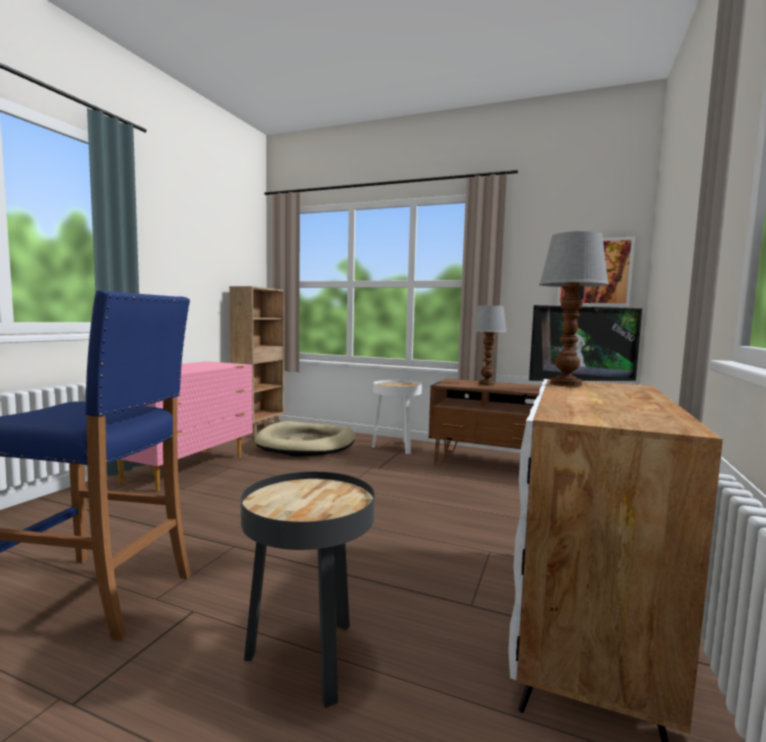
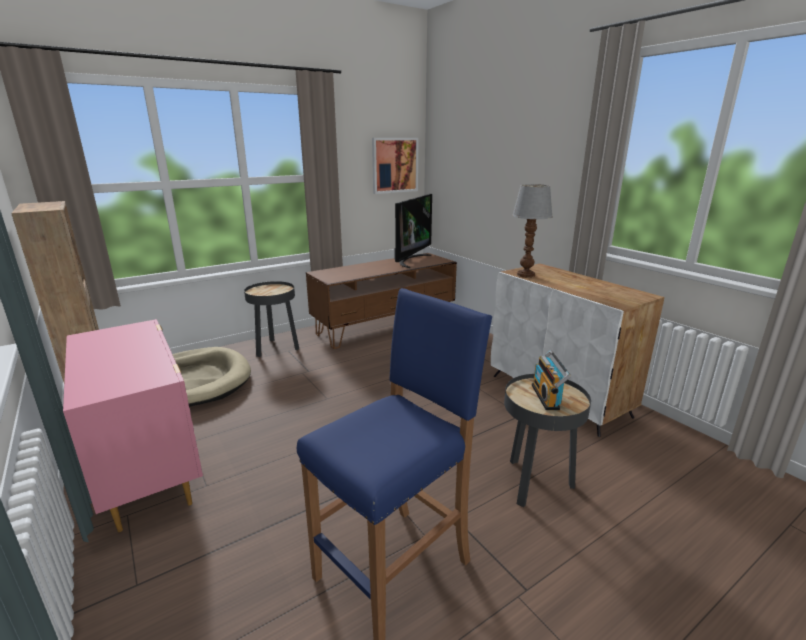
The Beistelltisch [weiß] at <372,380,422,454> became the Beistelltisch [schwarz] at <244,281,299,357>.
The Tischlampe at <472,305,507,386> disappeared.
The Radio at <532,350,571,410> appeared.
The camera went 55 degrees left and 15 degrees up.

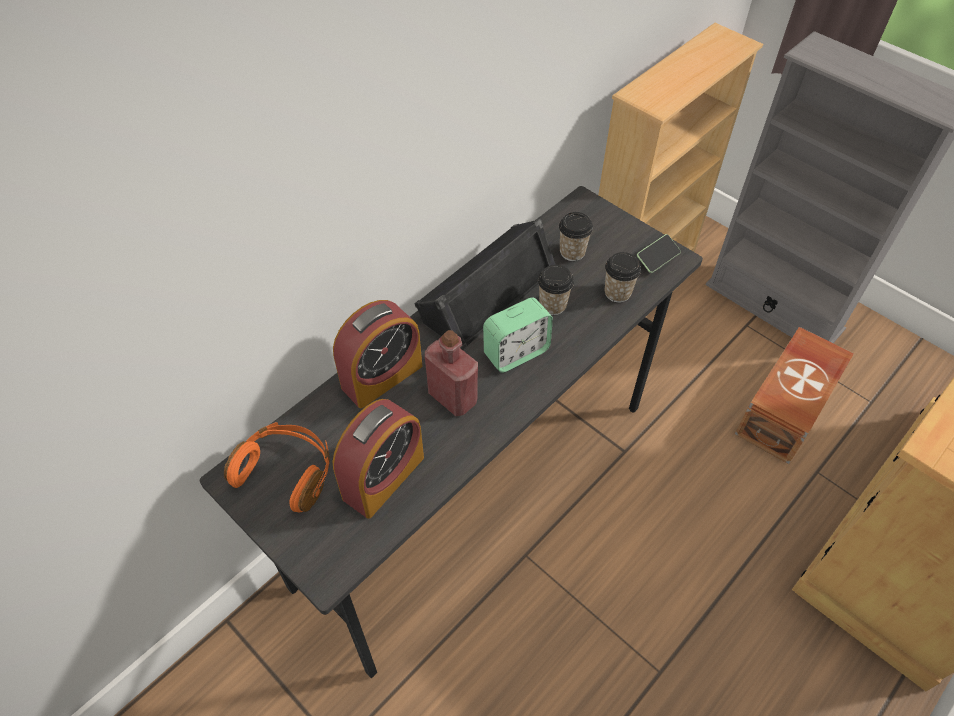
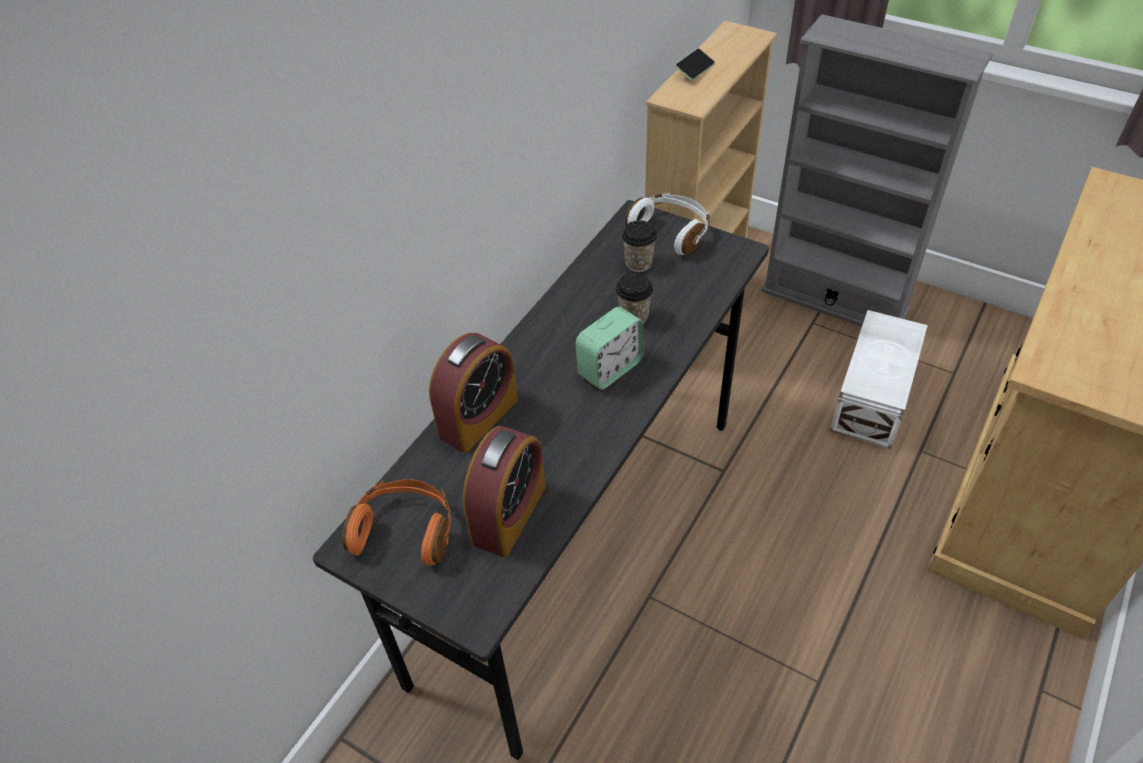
The Lautsprecher [schwarz] at <414,218,556,350> disappeared.
The Flasche [rot] at <425,330,478,416> disappeared.
The Tasse at <605,252,641,303> disappeared.
The Handy moved from <637,234,681,273> to <675,48,715,80>.
The Aufbewahrungsbox [braun] at <735,327,854,464> became the Aufbewahrungsbox [weiß] at <830,310,928,449>.
The Kopfhörer [weiß] at <625,193,709,255> appeared.
The camera went 10 degrees left and 5 degrees down.

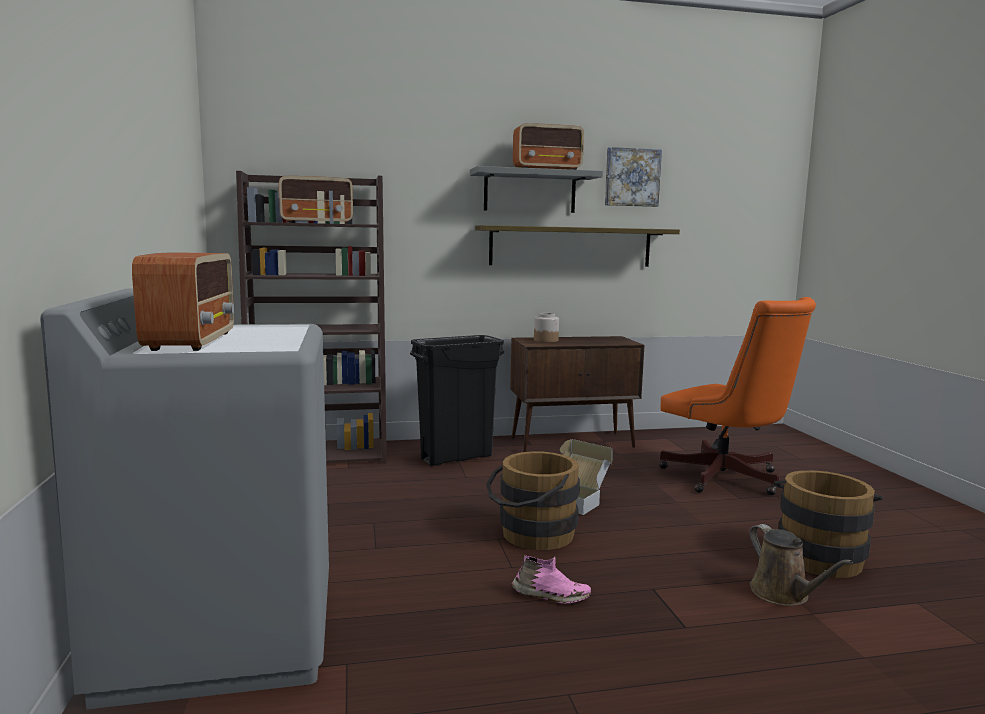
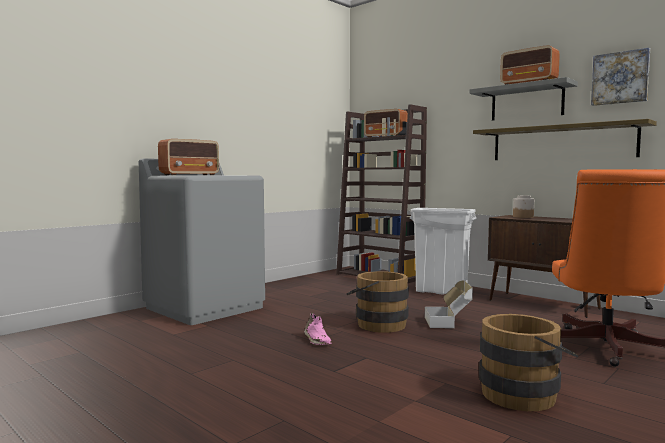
The Mülleimer [schwarz] at <410,335,504,466> became the Mülleimer [weiß] at <410,208,476,295>.
The Gießkanne [braun] at <750,524,853,606> disappeared.
The camera went 55 degrees right and 5 degrees down.

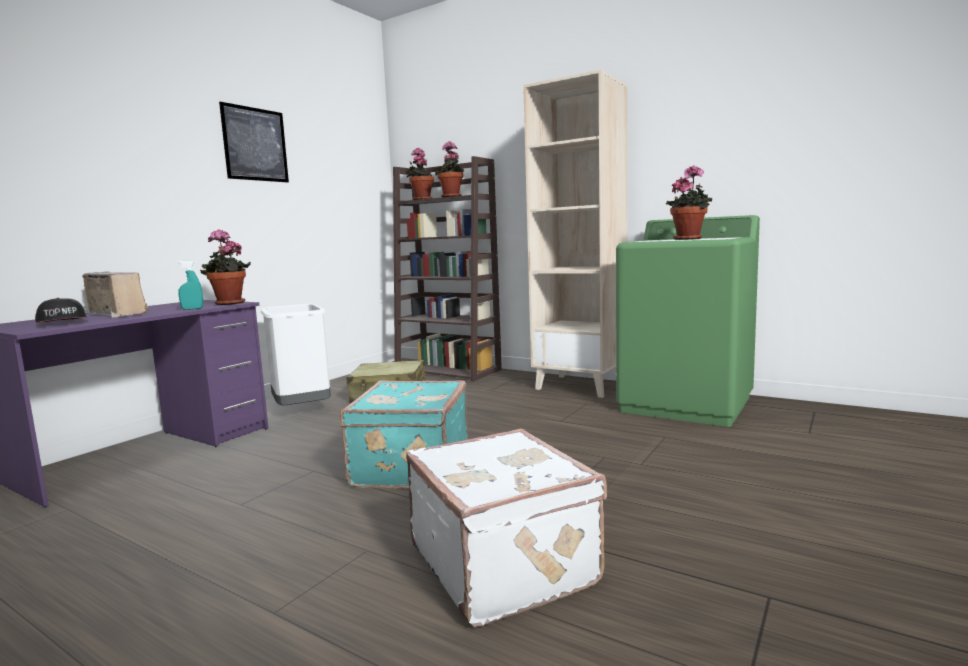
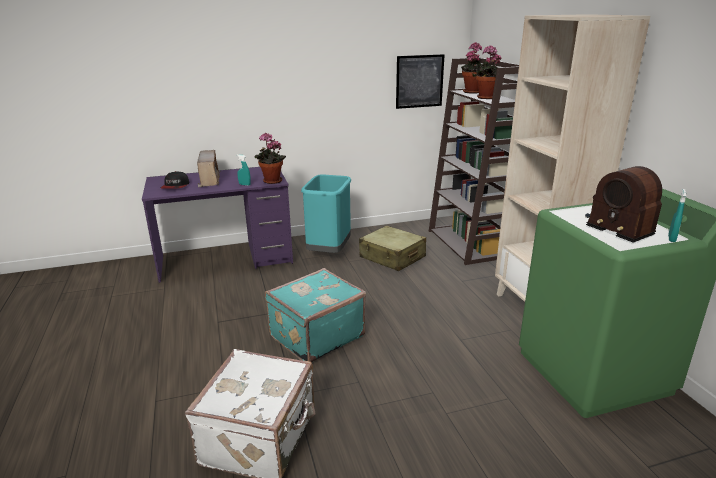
The Bild moved from <219,102,289,182> to <396,54,445,109>.
The Mülleimer [weiß] at <261,304,331,405> became the Mülleimer [türkis] at <301,174,351,253>.
The Topfpflanze at <666,165,712,240> was replaced by the Radio at <585,166,662,243>.
The Sprühflasche [türkis] at <668,189,686,242> appeared.
The camera went 40 degrees right and 15 degrees up.

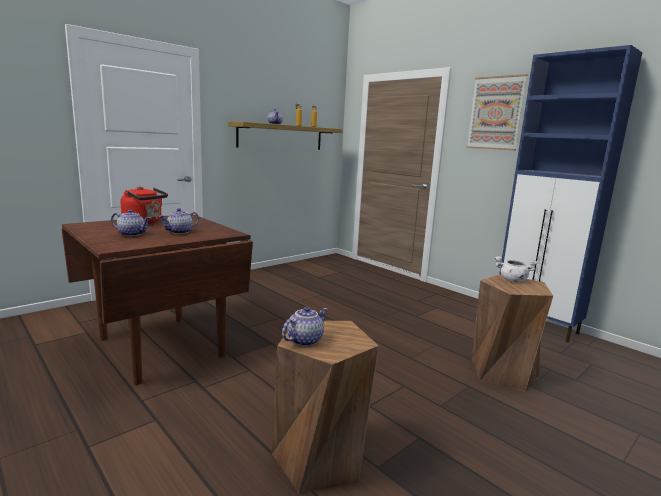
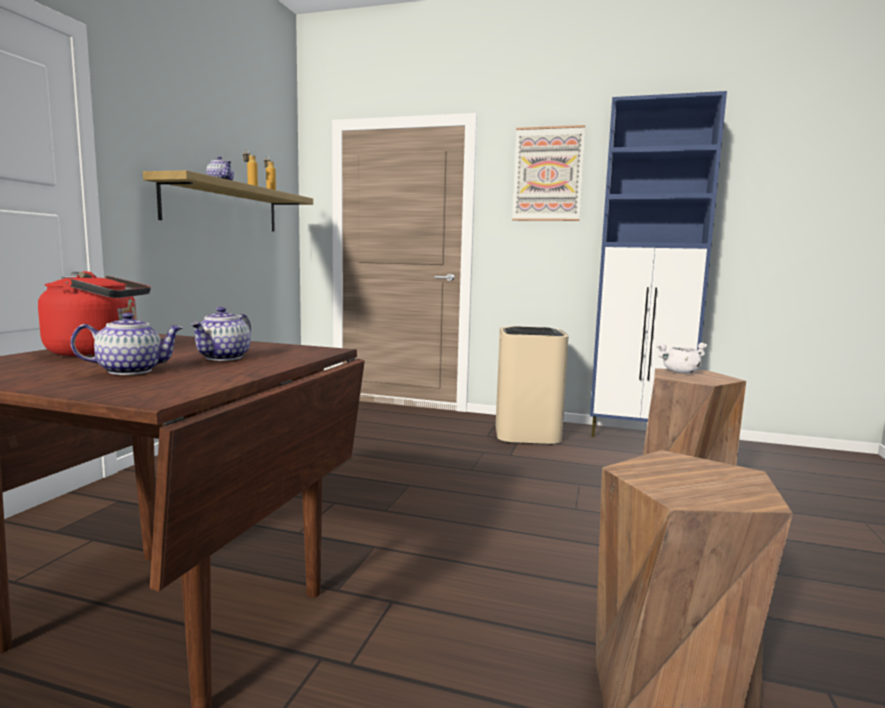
The Teekanne at <282,307,328,346> disappeared.
The Mülleimer [beige] at <496,326,568,445> appeared.
The camera went 30 degrees left and 5 degrees down.

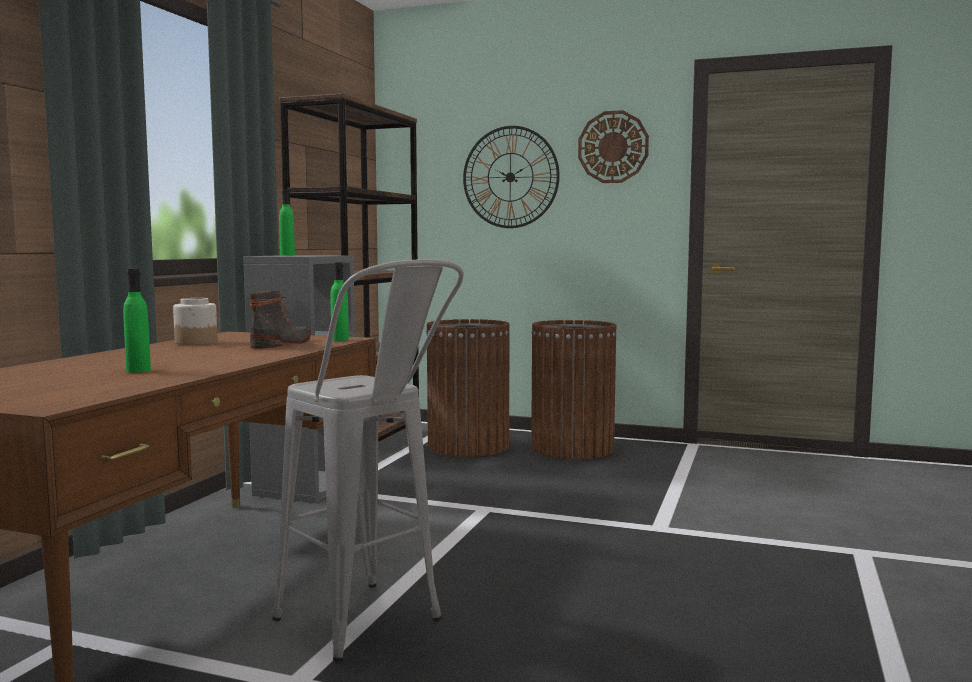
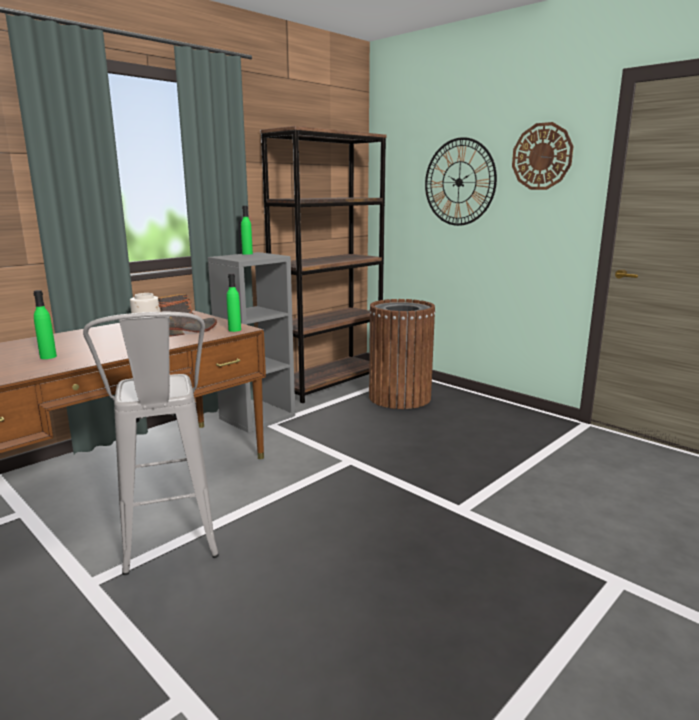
The Mülleimer [braun] at <531,320,617,459> disappeared.
The camera went 25 degrees right and 10 degrees up.

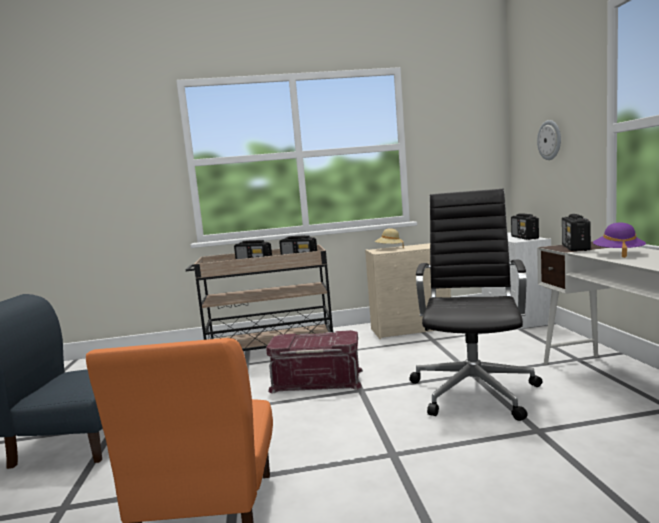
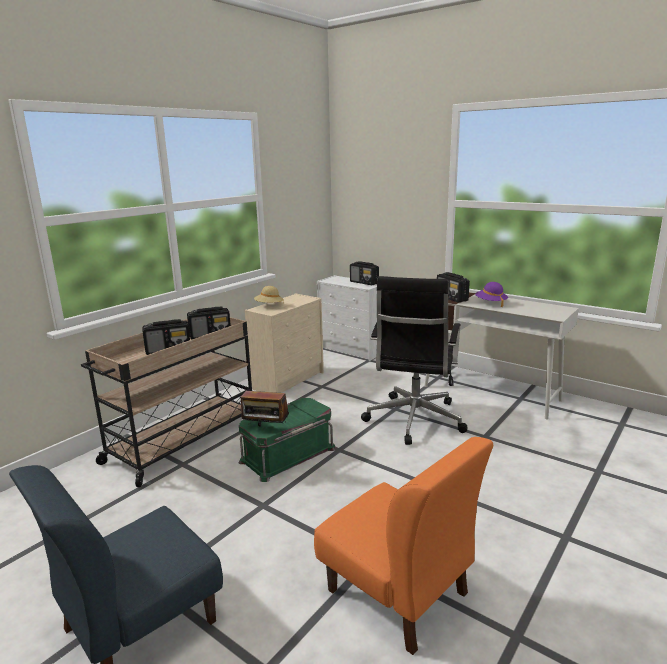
The Aufbewahrungsbox [rot] at <266,330,363,394> became the Aufbewahrungsbox [grün] at <239,398,336,482>.
The Bürostuhl [schwarz] at <409,189,542,421> turned 135 degrees counterclockwise.
The Wanduhr at <537,120,561,160> disappeared.
The Radio at <240,386,289,427> appeared.
The camera went 45 degrees left and 10 degrees up.

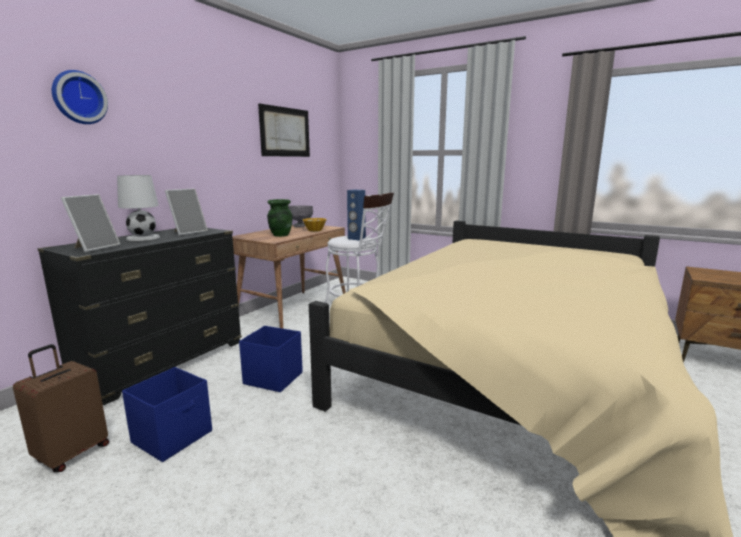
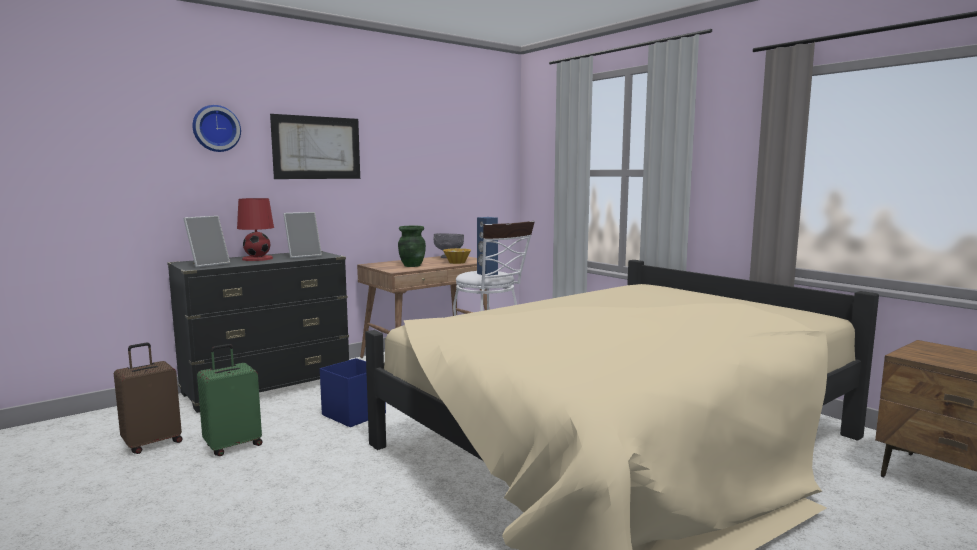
The Tischlampe [weiß] at <117,175,160,241> became the Tischlampe [rot] at <237,198,274,261>.
The Aufbewahrungsbox [blau] at <122,367,212,462> was replaced by the Koffer [grün] at <197,344,263,456>.
The Bild moved from <258,103,310,157> to <270,114,360,179>.
The camera went 20 degrees right and 5 degrees down.

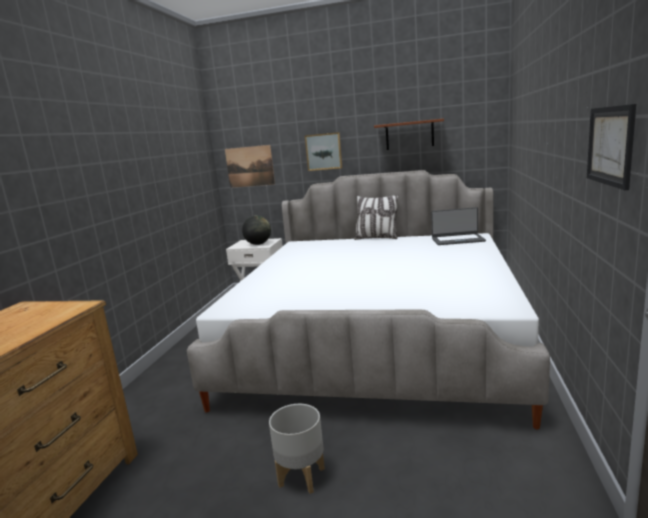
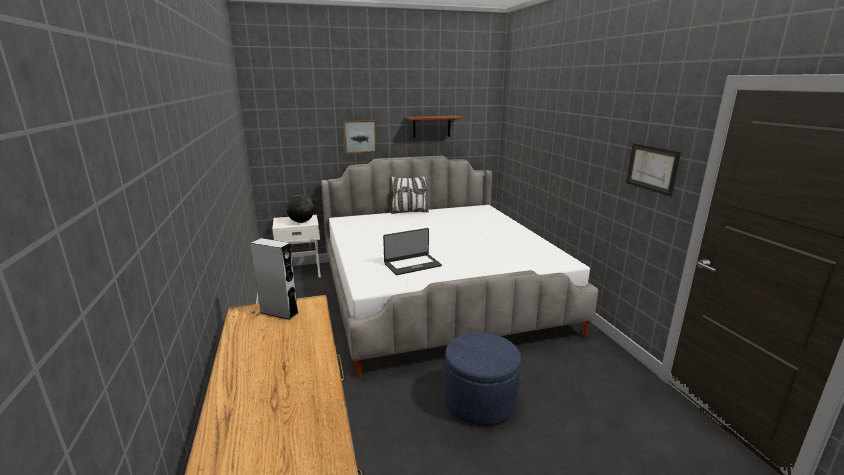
The Bild at <225,145,275,188> disappeared.
The Pflanzkübel [grau] at <269,404,325,494> was replaced by the Polsterhocker [blau] at <444,332,521,426>.
The Laptop moved from <431,207,486,245> to <383,228,442,275>.
The Lautsprecher [grau] at <251,238,298,320> appeared.
The camera went 30 degrees left and 5 degrees up.

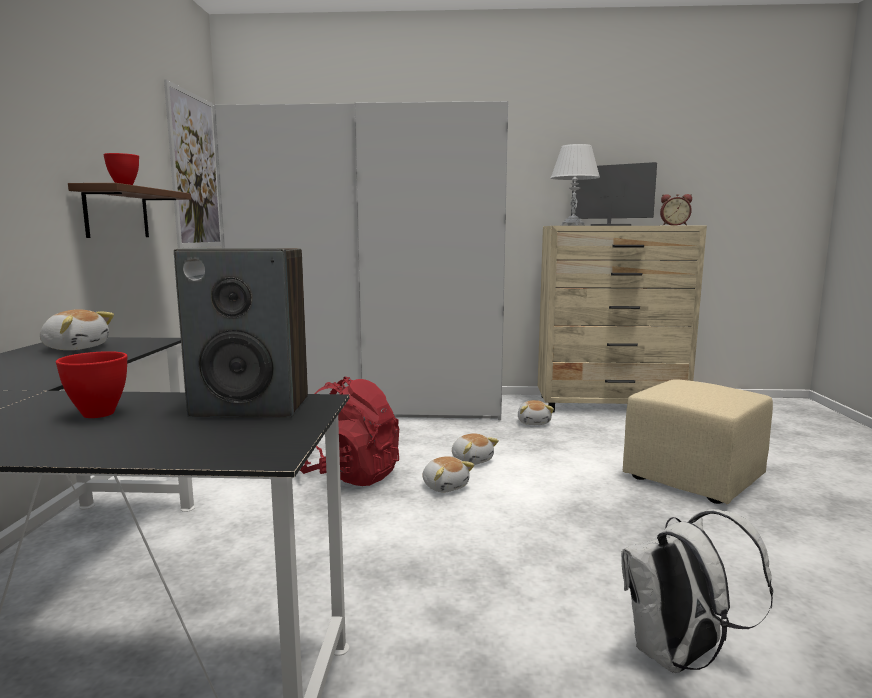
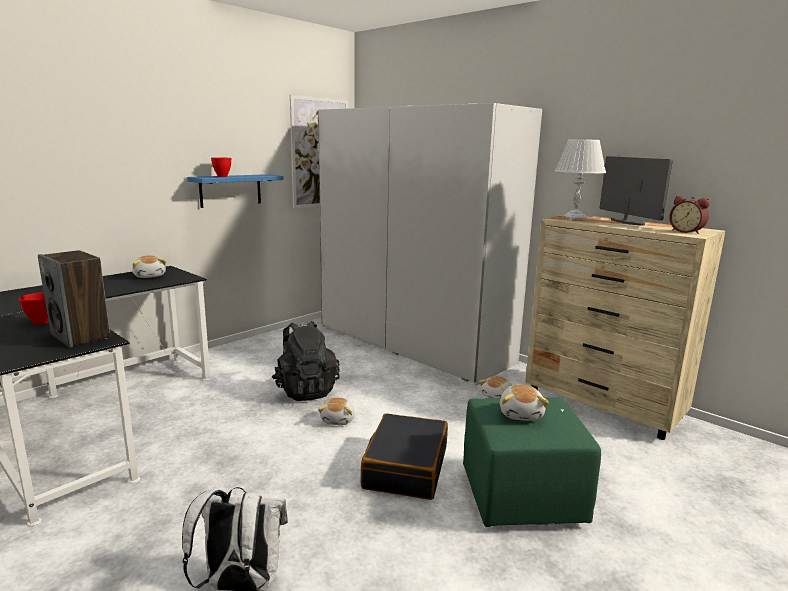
The Wandregal [braun] at <68,183,191,238> became the Wandregal [blau] at <187,174,284,208>.
The Rucksack [rot] at <300,377,399,486> became the Rucksack [schwarz] at <272,321,340,401>.
The Plüschtier moved from <452,433,499,465> to <500,385,549,421>.
The Polsterhocker [beige] at <623,379,773,504> became the Polsterhocker [grün] at <463,397,601,527>.
The Koffer [schwarz] at <361,413,448,500> appeared.
The camera went 40 degrees right and 5 degrees up.

